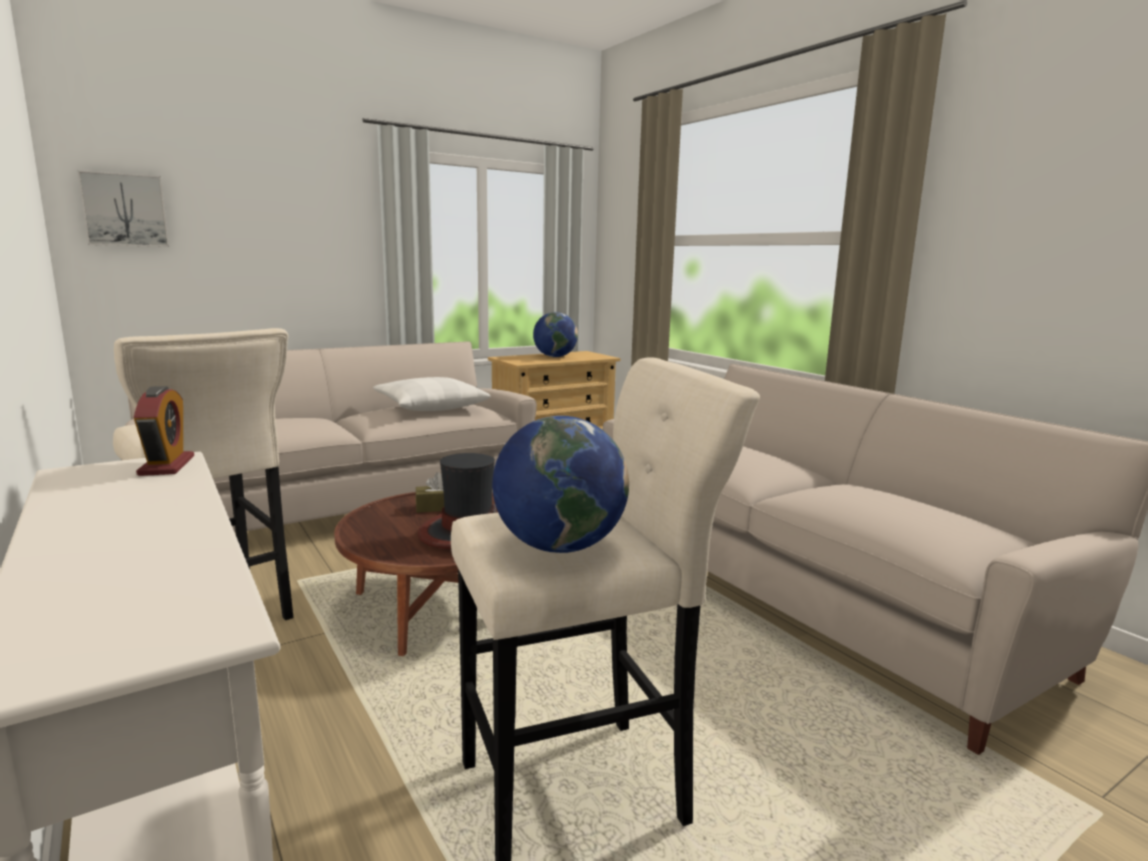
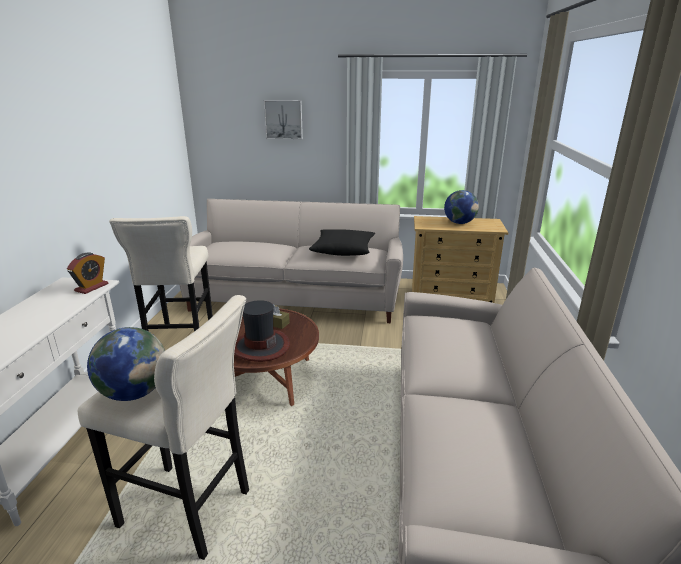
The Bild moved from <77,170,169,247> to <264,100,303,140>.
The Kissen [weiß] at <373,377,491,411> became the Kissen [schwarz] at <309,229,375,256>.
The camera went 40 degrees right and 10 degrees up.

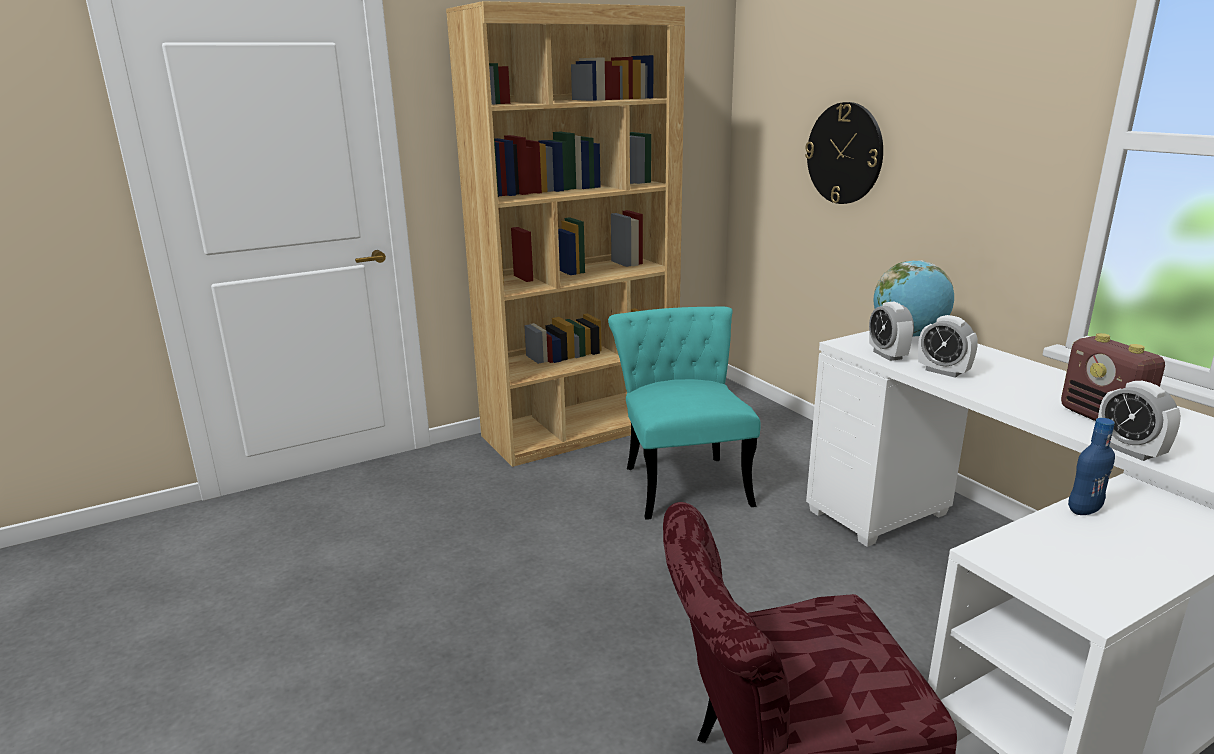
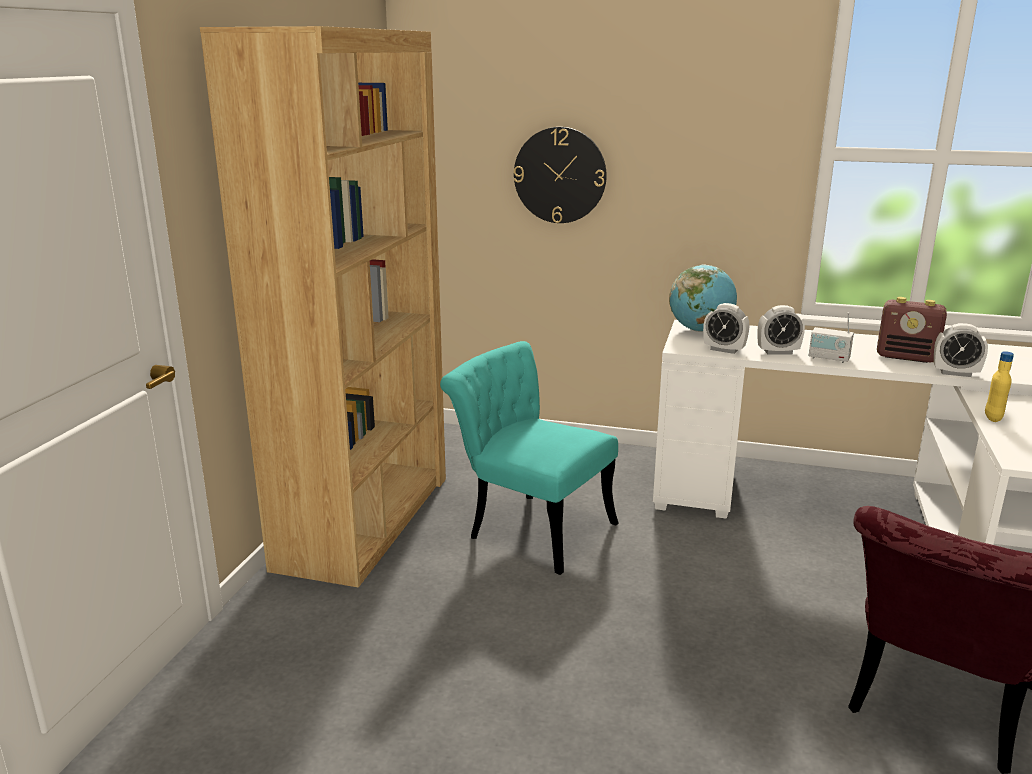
The Flasche [blau] at <1068,418,1115,515> became the Flasche [gelb] at <985,351,1014,422>.
The Radio at <809,313,854,363> appeared.
The camera went 45 degrees left and 0 degrees up.

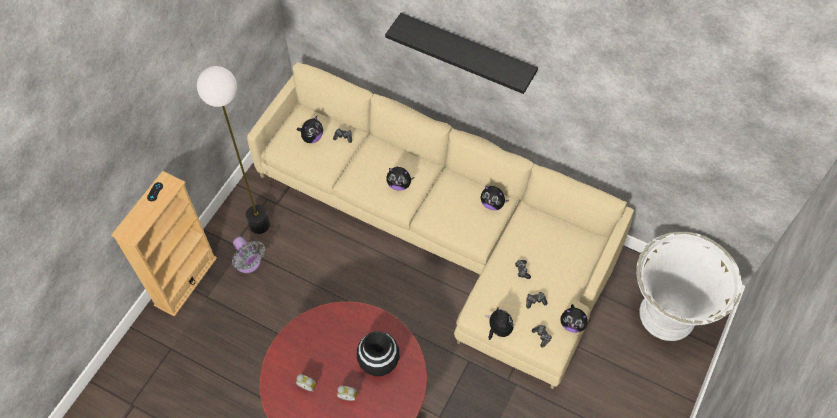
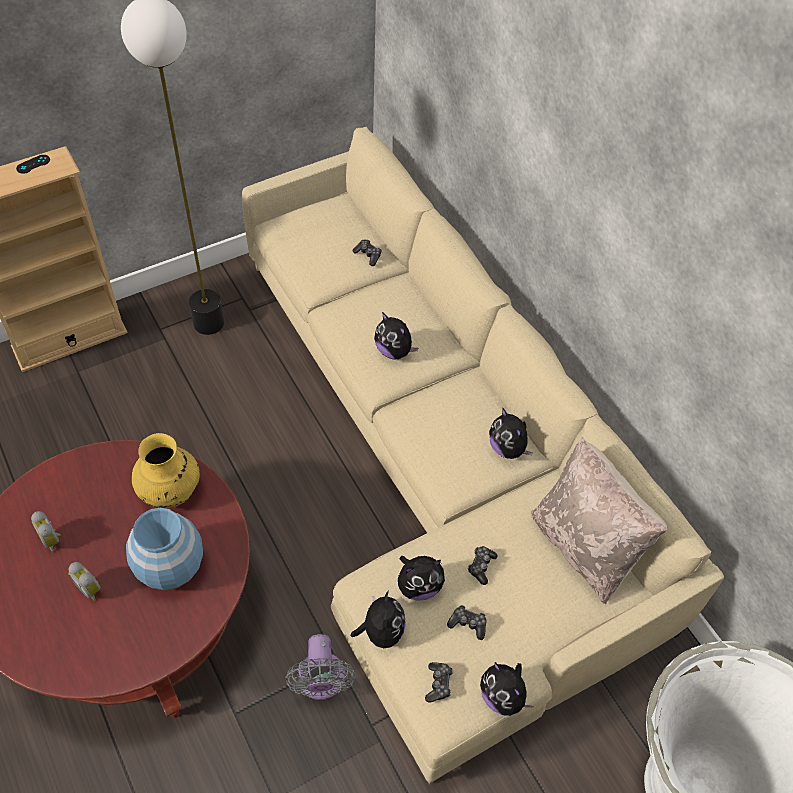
The Ventilator [grau] moved from <232,237,265,273> to <285,634,355,700>.
The Plüschtier moved from <297,116,323,143> to <398,556,445,601>.
The Vase [schwarz] at <357,331,399,376> became the Vase [blau] at <126,508,203,590>.
The Wandregal [schwarz] at <385,13,538,94> disappeared.
The Vase [gelb] at <132,433,200,508> appeared.
The Kissen [beige] at <531,437,668,604> appeared.
The camera went 30 degrees right and 5 degrees down.

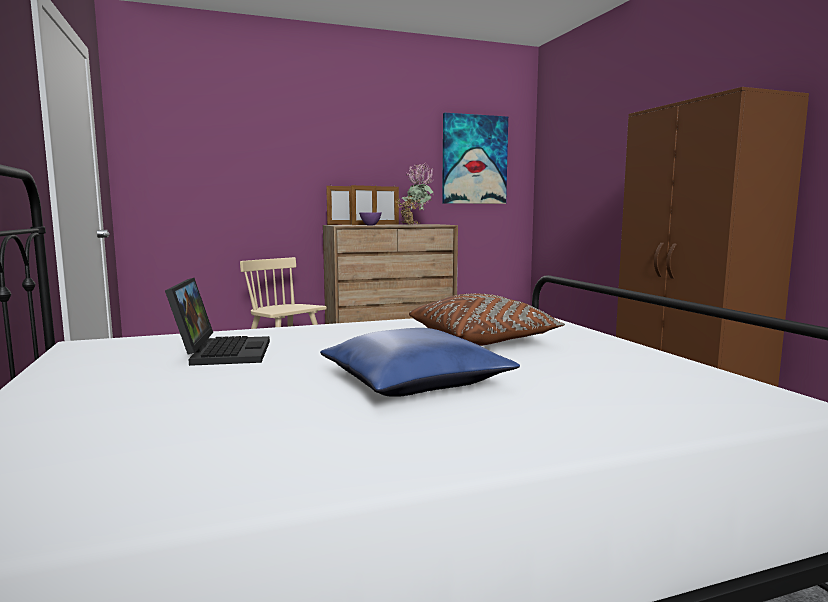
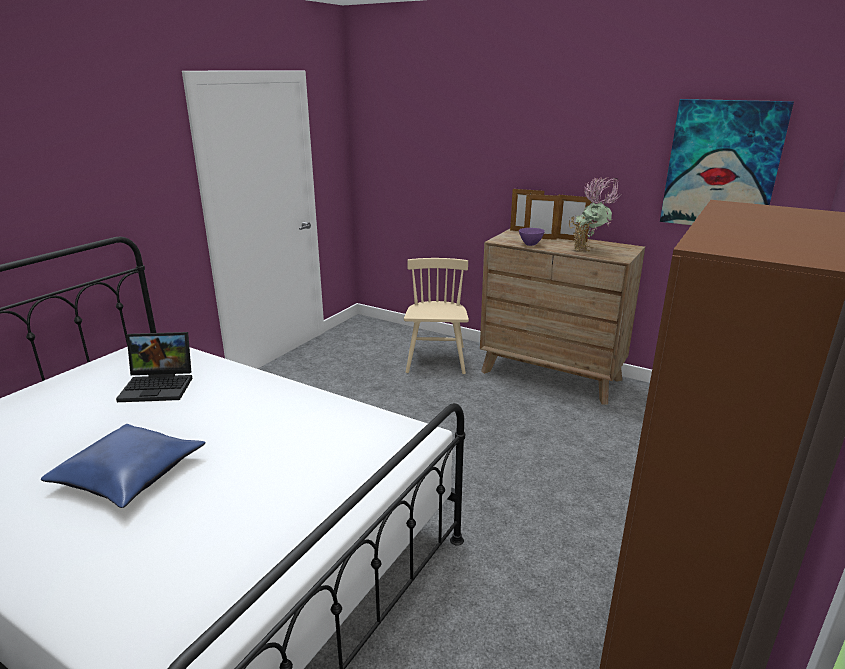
The Laptop at <165,278,270,366> turned 45 degrees clockwise.
The Kissen [braun] at <409,294,565,346> disappeared.
The camera went 50 degrees right and 15 degrees up.

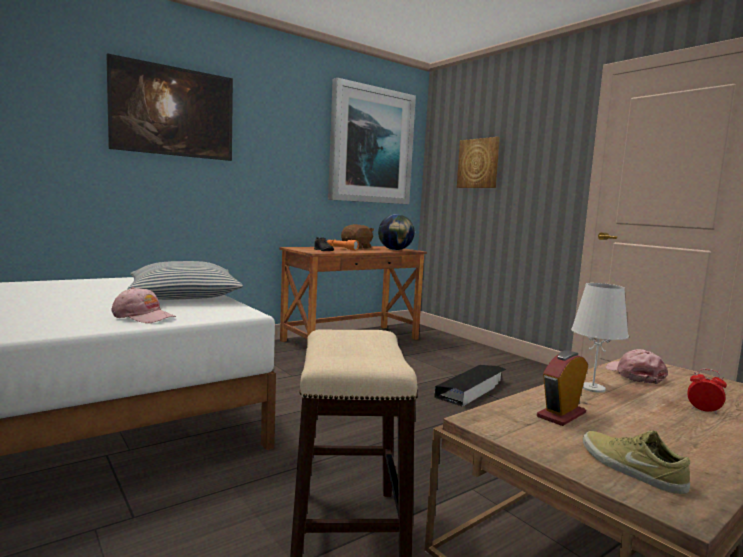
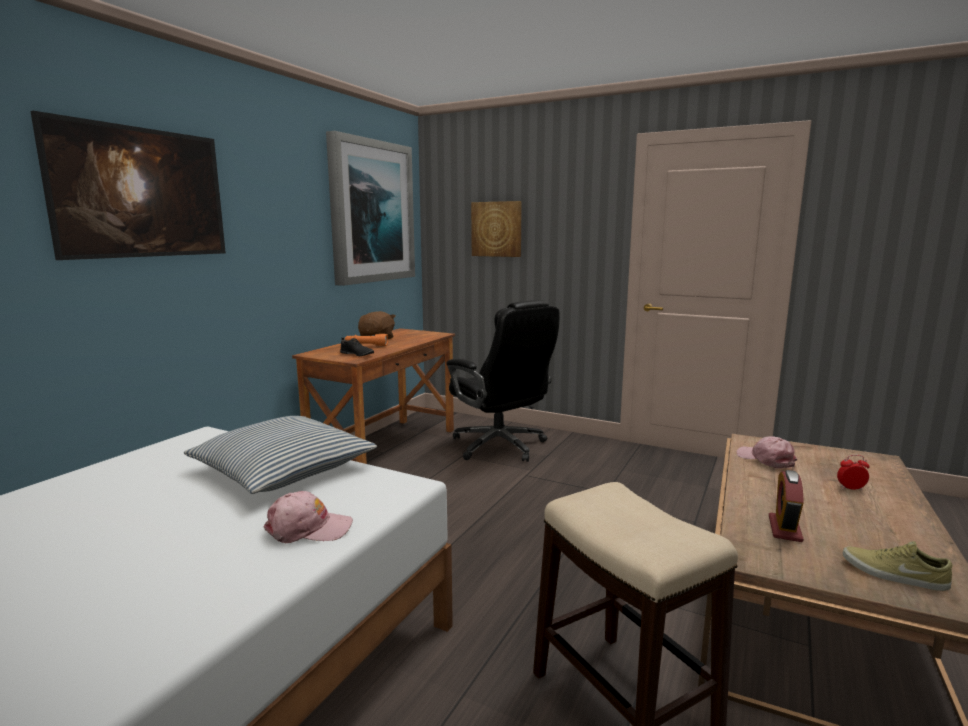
The Globus at <378,214,415,250> disappeared.
The Aufbewahrungsbox [schwarz] at <434,365,506,407> disappeared.
The Tischlampe [weiß] at <571,283,629,393> disappeared.
The Bürostuhl [schwarz] at <446,300,560,462> appeared.
The camera went 25 degrees left and 5 degrees up.

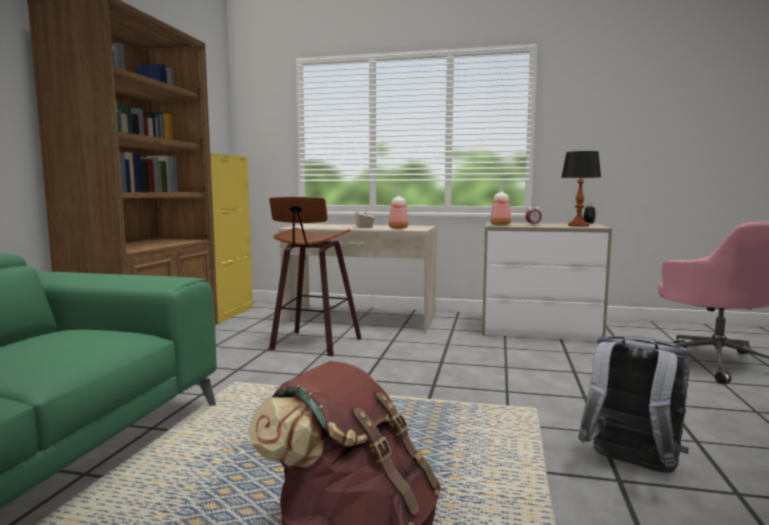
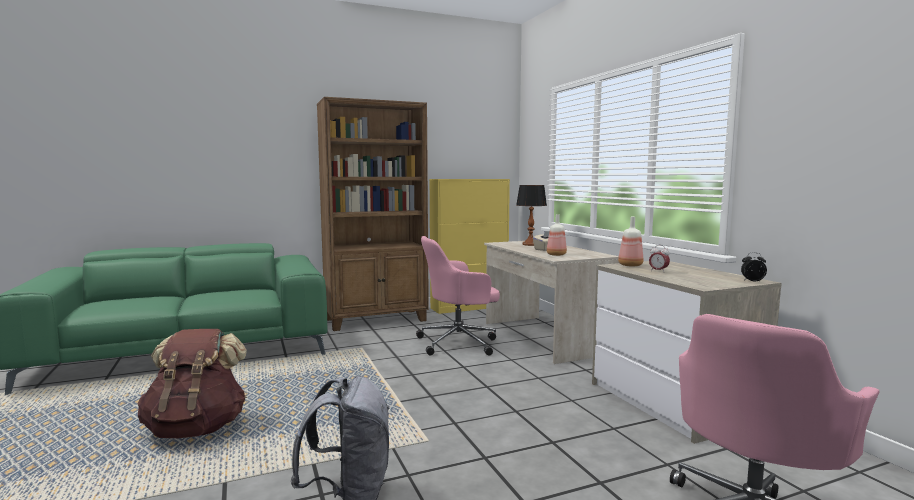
The Hocker at <269,197,362,356> was replaced by the Bürostuhl [rosa] at <416,236,500,356>.
The Tischlampe moved from <561,151,601,227> to <516,185,547,246>.
The camera went 55 degrees right and 0 degrees up.

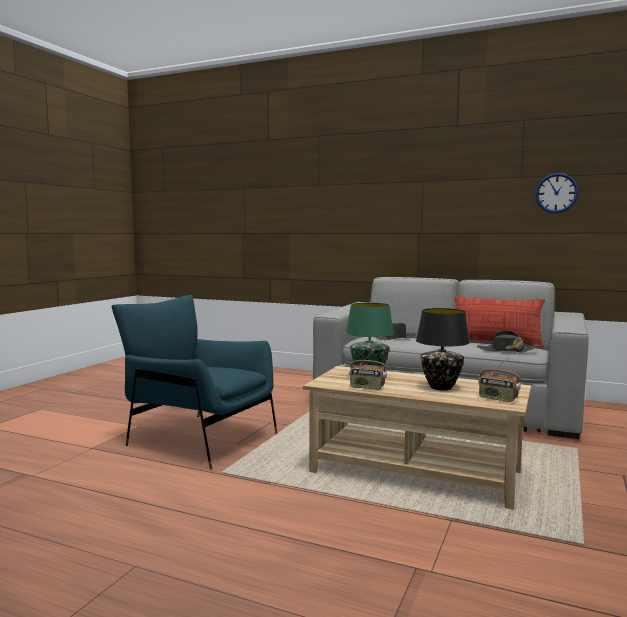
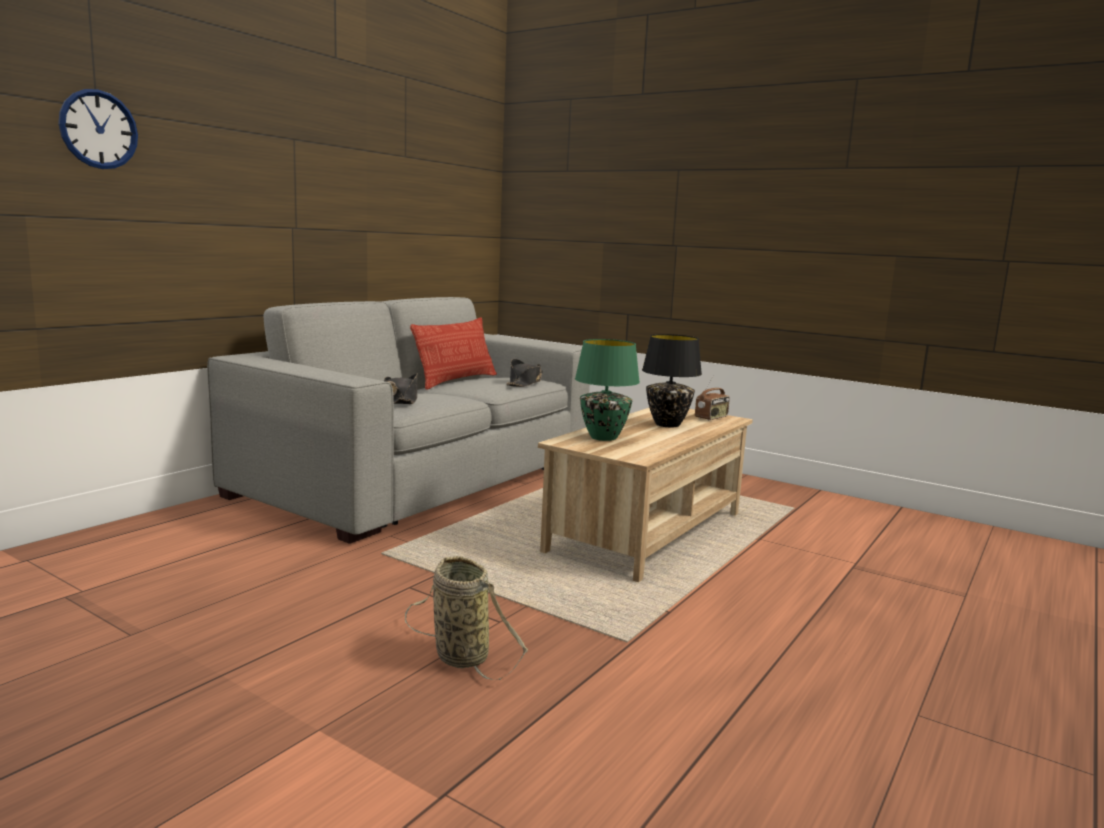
The Sessel [blau] at <112,295,278,469> was replaced by the Korb at <405,556,528,680>.
The Radio at <349,349,387,390> disappeared.
The Wanduhr moved from <535,173,579,213> to <58,89,138,169>.
The camera went 80 degrees left and 5 degrees up.

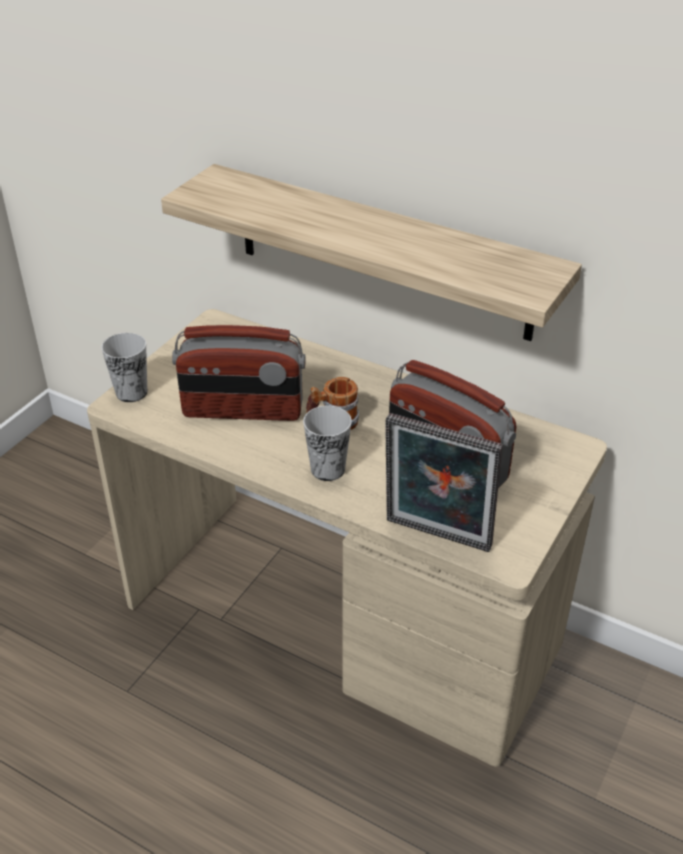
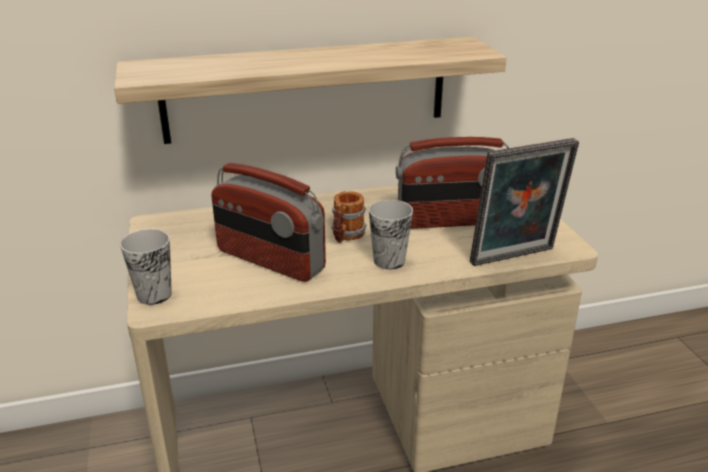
The Radio at <172,325,305,421> turned 75 degrees clockwise.
The camera went 45 degrees left and 10 degrees down.

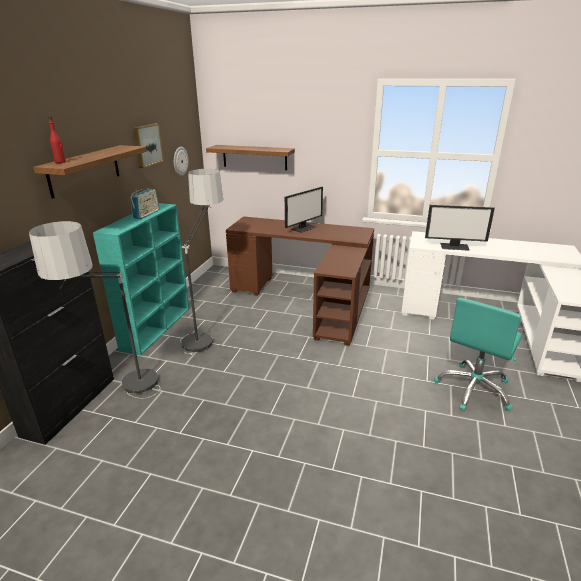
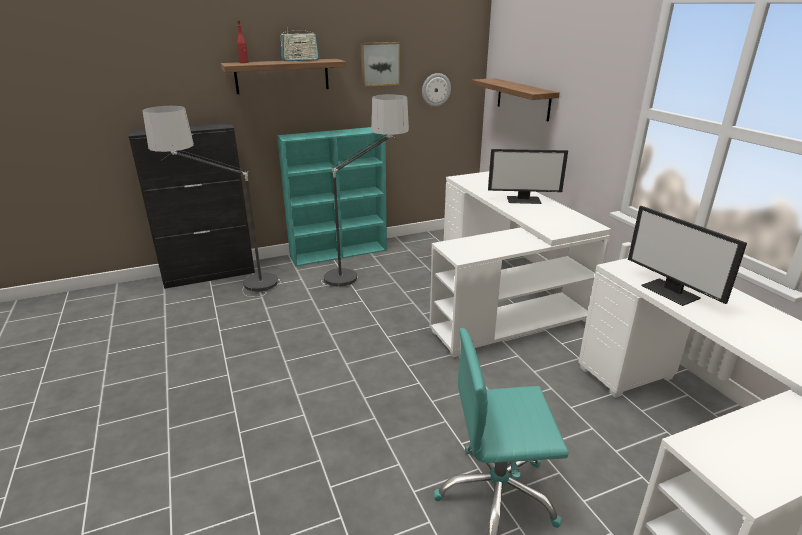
The Radio moved from <130,189,159,219> to <281,27,320,61>.
The Schreibtisch [braun] at <226,216,374,346> became the Schreibtisch [weiß] at <429,171,611,357>.
The camera went 50 degrees right and 0 degrees up.

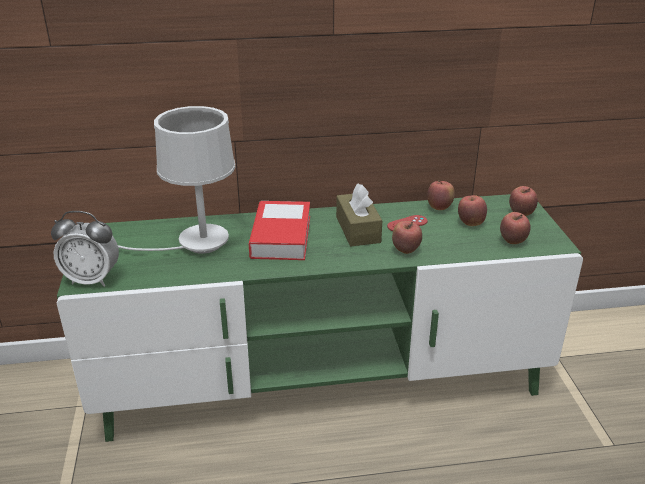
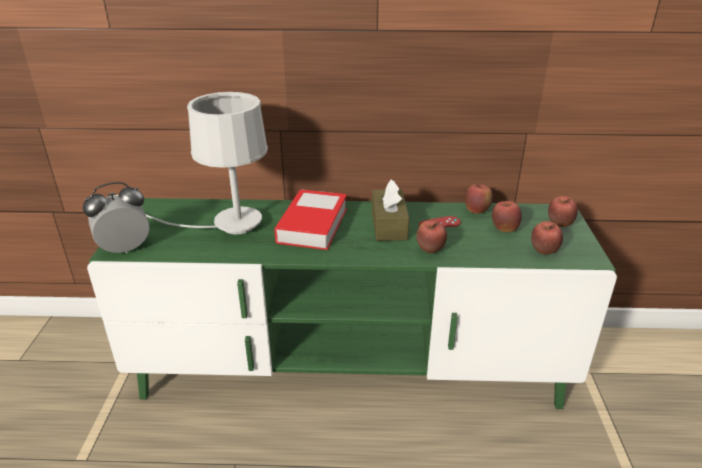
The Wecker at <51,211,119,287> turned 135 degrees clockwise.
The camera went 10 degrees right and 0 degrees up.

